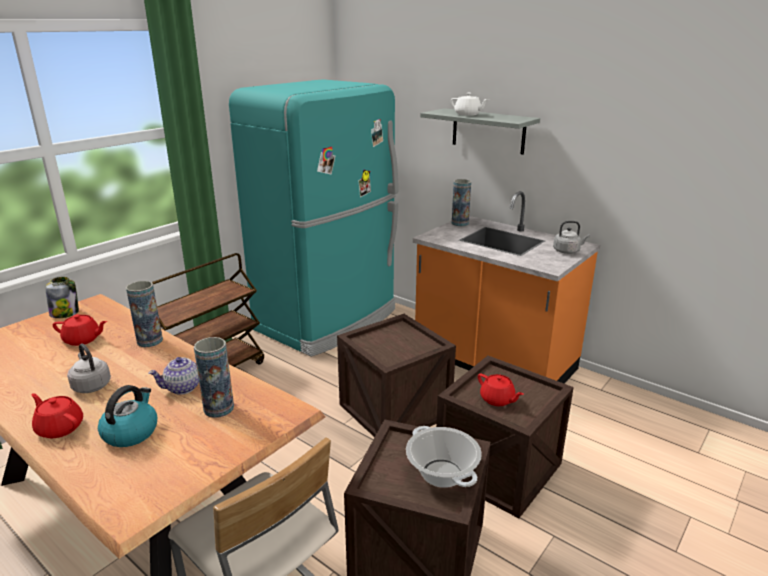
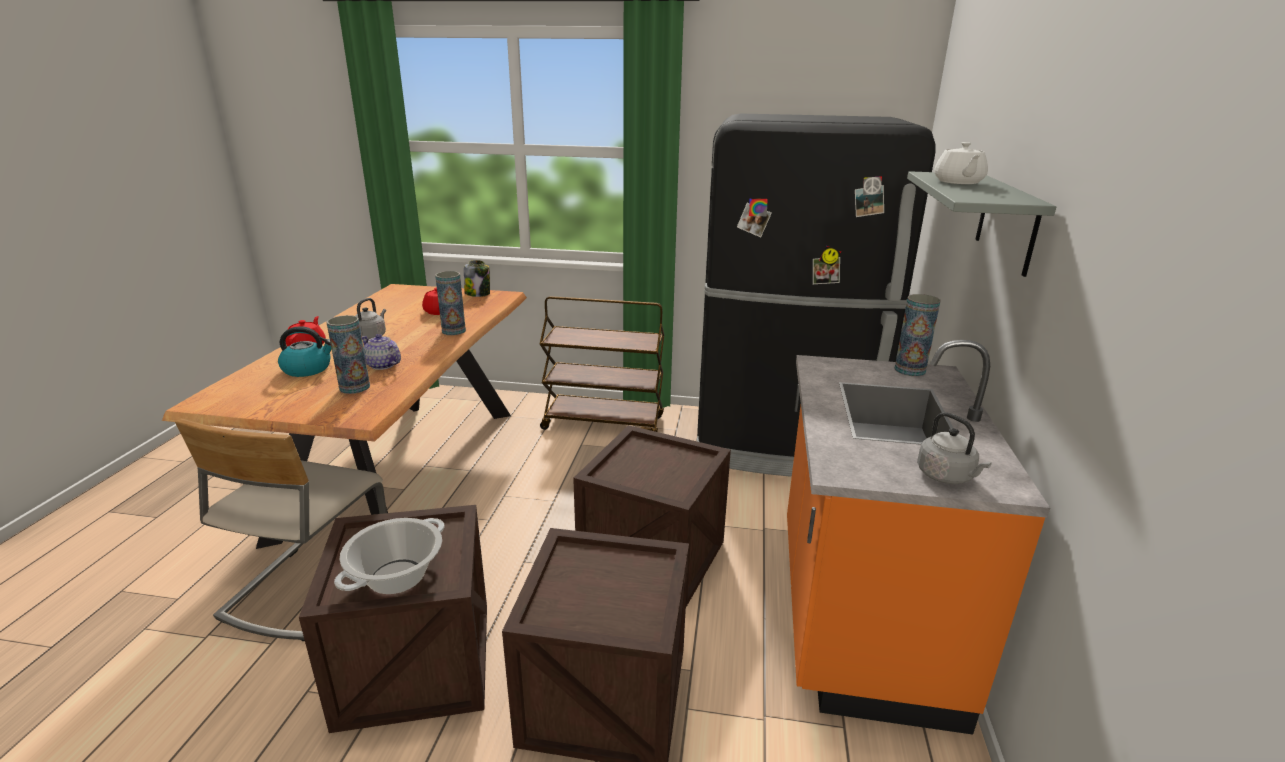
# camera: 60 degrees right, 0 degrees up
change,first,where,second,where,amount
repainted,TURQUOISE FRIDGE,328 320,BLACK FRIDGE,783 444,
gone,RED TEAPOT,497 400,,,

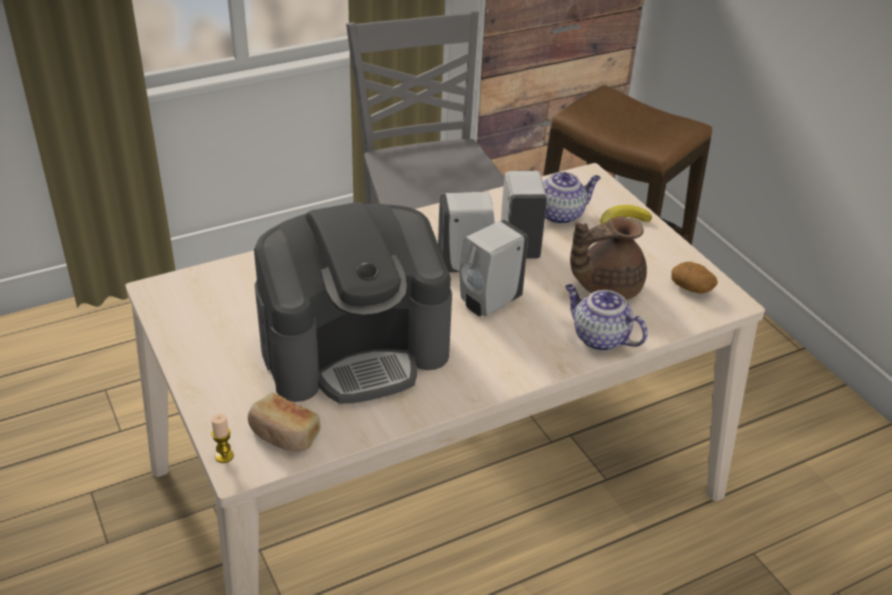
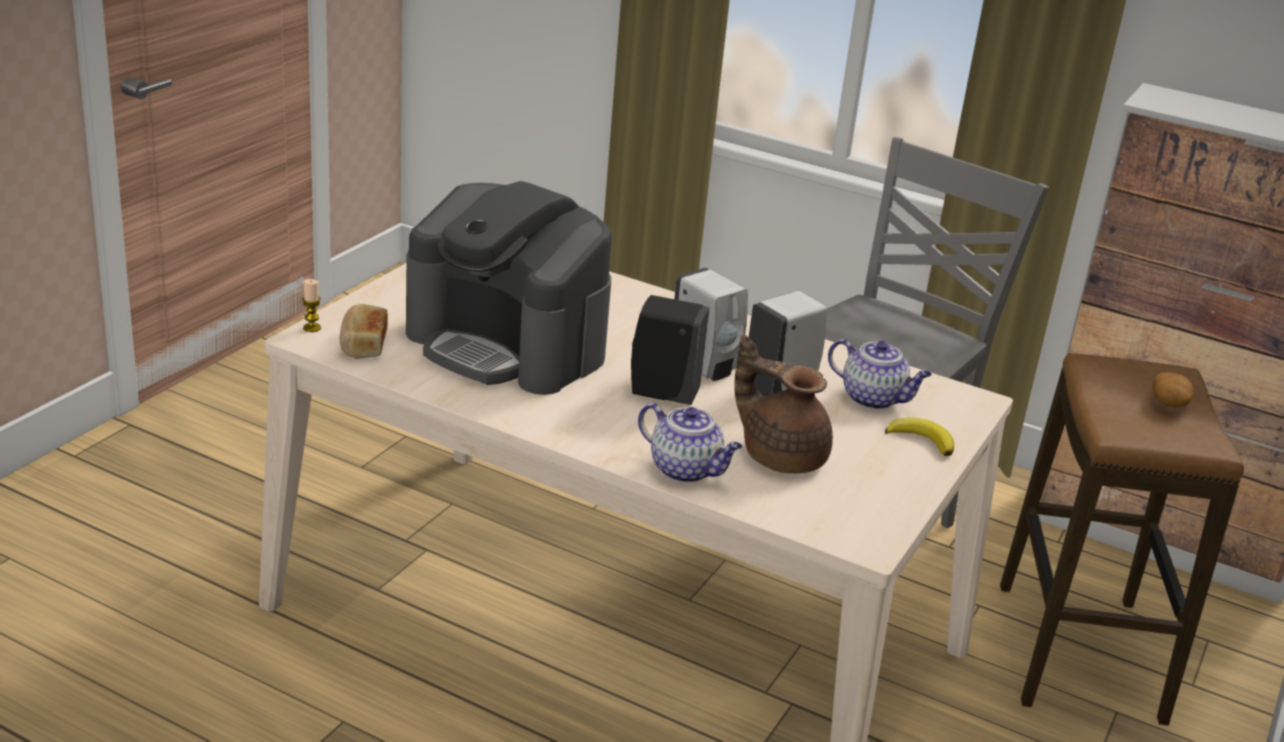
# camera: 55 degrees right, 10 degrees down
change,first,where,second,where,amount
repainted,WHITE SOAP DISPENSER,488 303,BLACK SOAP DISPENSER,661 394,
rotated,TEAPOT,599 337,,686 470,120 degrees clockwise
shifted,POTATO,692 287,,1169 403,

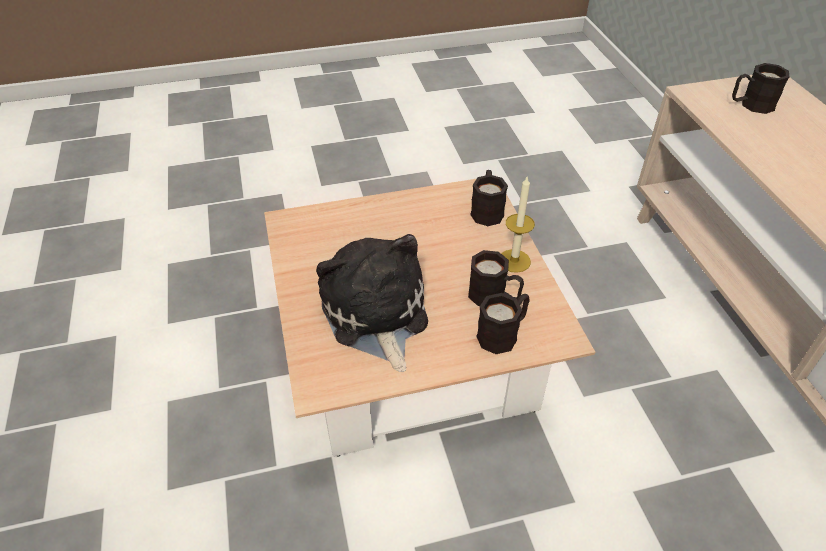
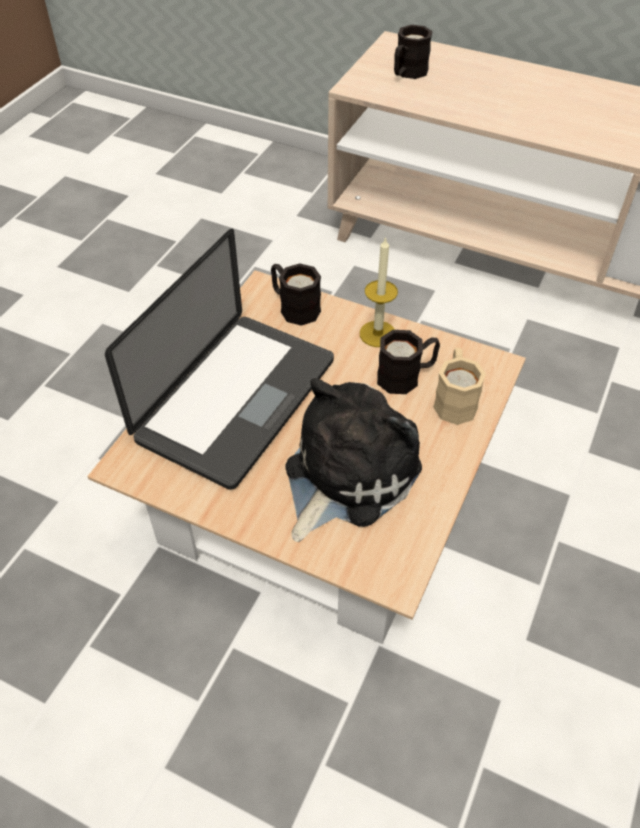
# camera: 50 degrees left, 5 degrees up
change,first,where,second,where,amount
rotated,PLUSH TOY,375 316,,345 474,105 degrees clockwise
repainted,BLACK MUG,503 333,BEIGE MUG,454 399,
new,,,LAPTOP,237 400,

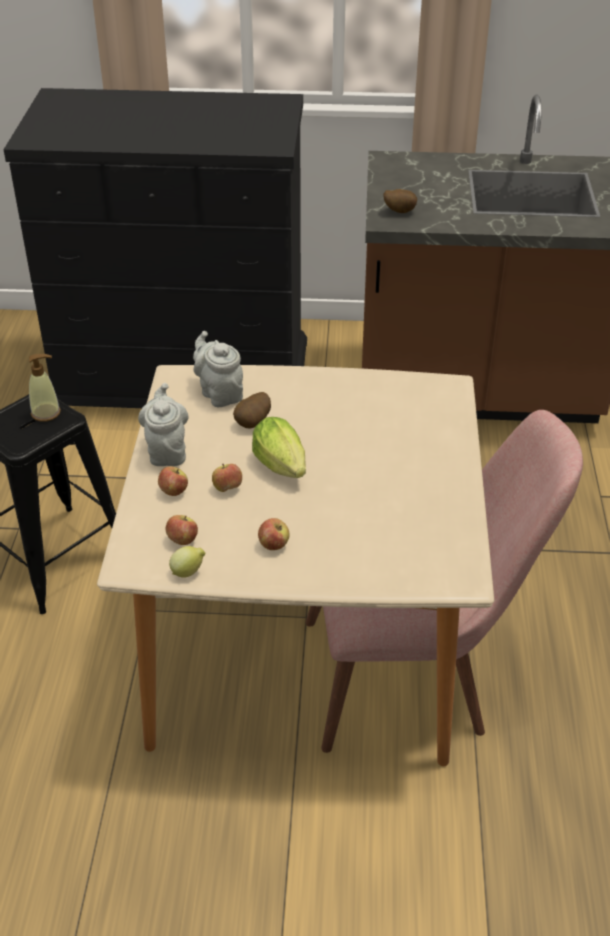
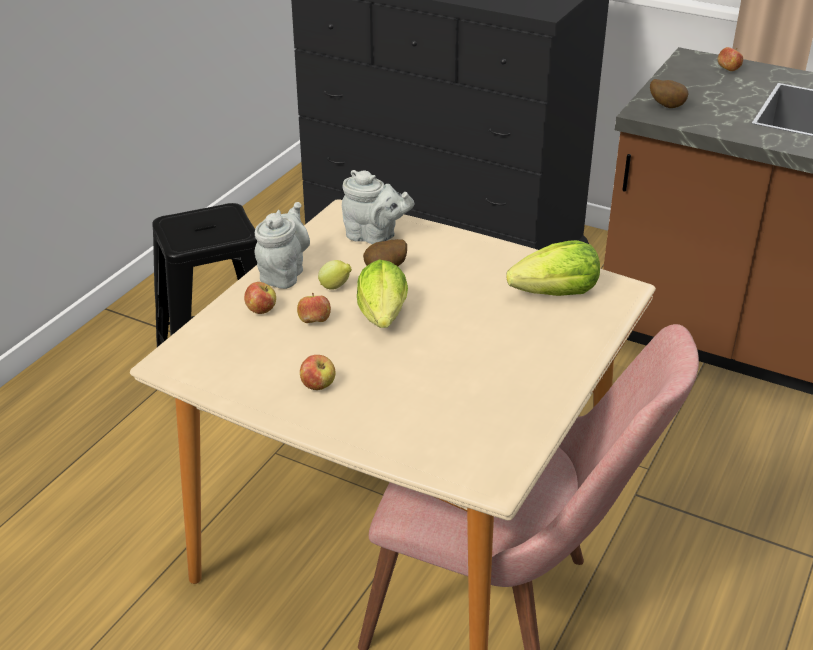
# camera: 25 degrees right, 5 degrees down
change,first,where,second,where,amount
gone,SOAP DISPENSER,46 413,,,
shifted,APPLE,182 540,,728 70,
shifted,LEMON,188 572,,336 287,
rotated,GREY TEAPOT,220 393,,374 237,120 degrees clockwise
new,,,LETTUCE,556 294,

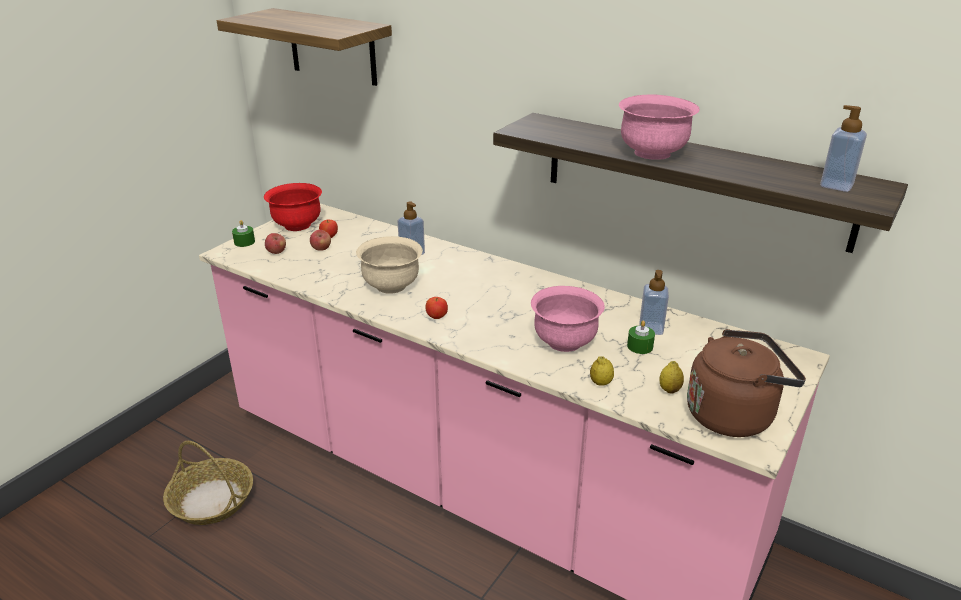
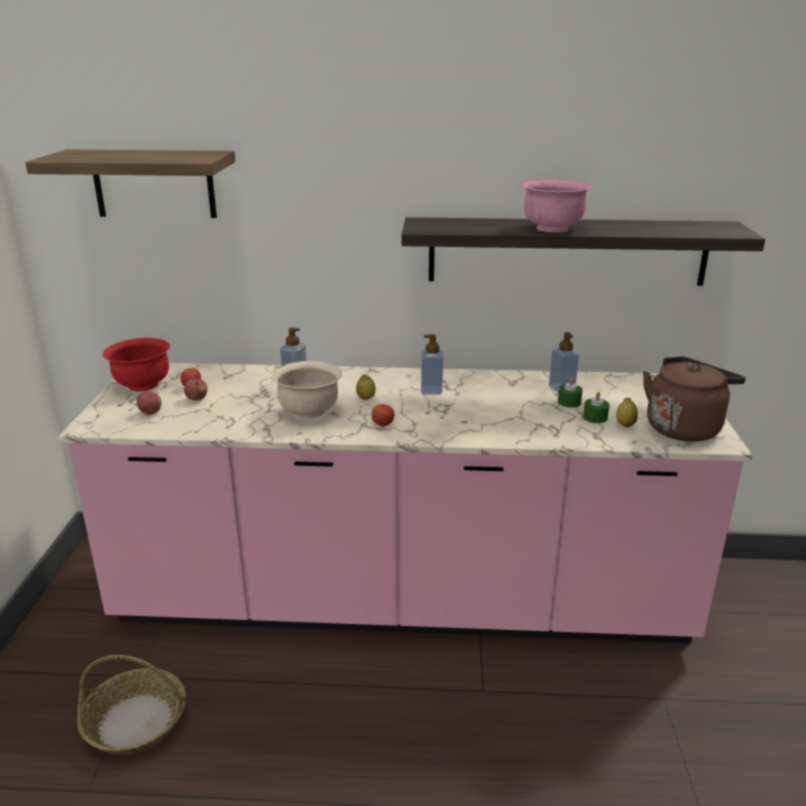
# camera: 30 degrees left, 5 degrees down
change,first,where,second,where,amount
shifted,GREEN CANDLE,244 242,,595 417,
gone,PINK BOWL,565 342,,,
shifted,LEMON,601 383,,366 398,
shifted,SOAP DISPENSER,836 185,,431 390,

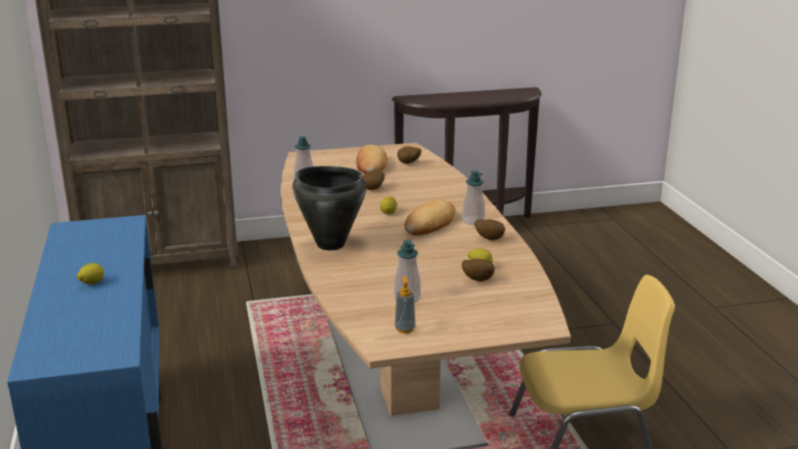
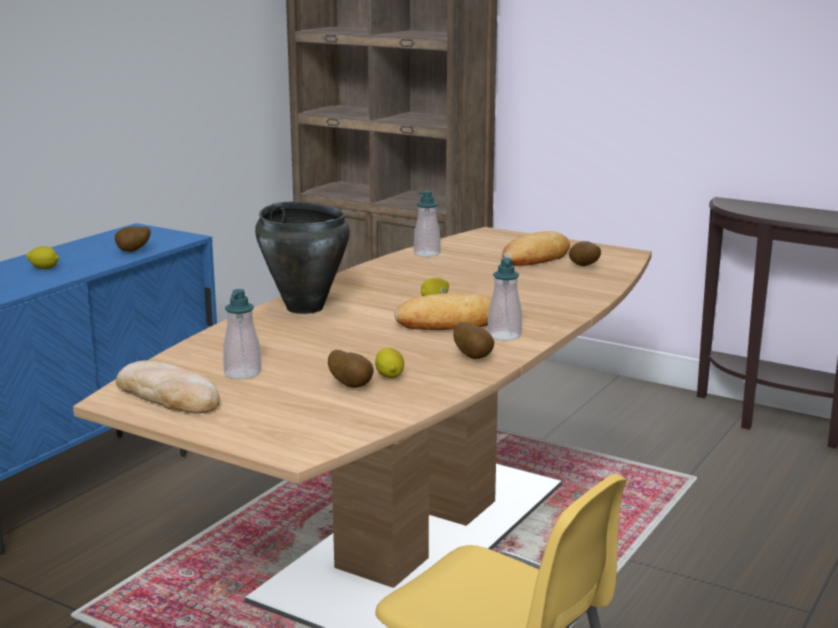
# camera: 45 degrees right, 5 degrees down
change,first,where,second,where,amount
shifted,POTATO,374 189,,133 252,
swapped,SOAP DISPENSER,405 329,BREAD,169 395,

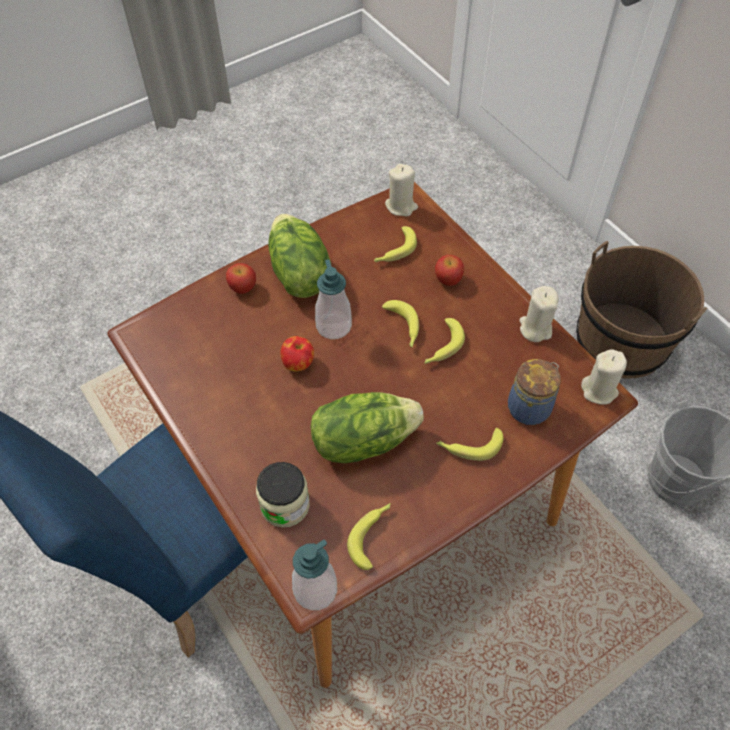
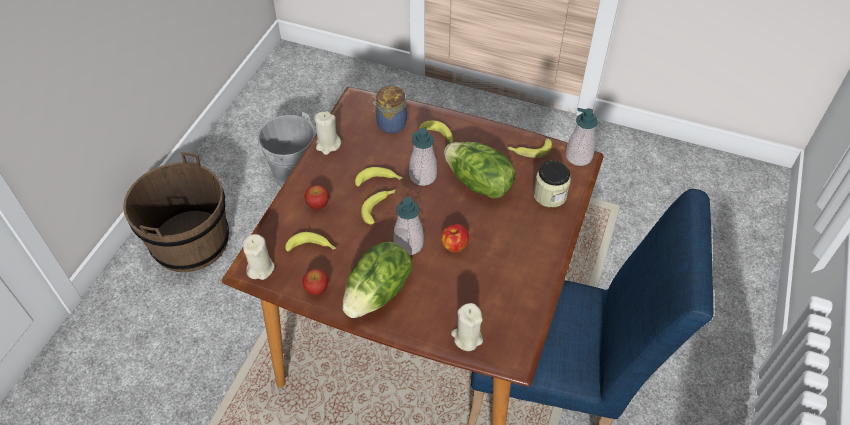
# camera: 125 degrees left, 5 degrees down
change,first,where,second,where,amount
shifted,APPLE,243 288,,317 289,
shifted,BEIGE CANDLE,599 390,,467 337,
new,,,SOAP DISPENSER,423 176,

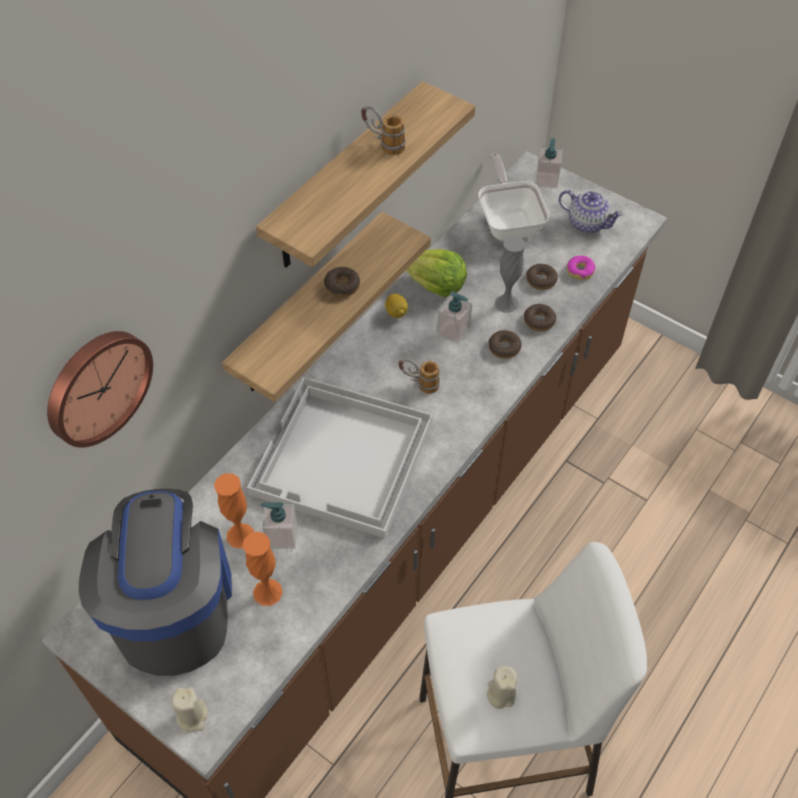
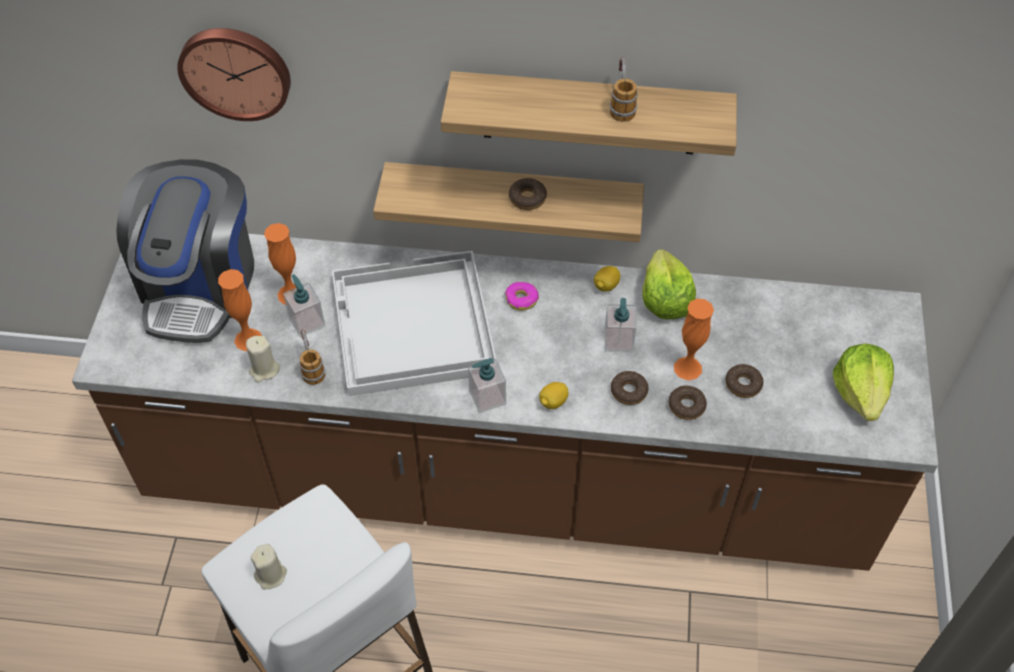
# camera: 60 degrees right, 0 degrees up
change,first,where,second,where,amount
rotated,COFFEE MACHINE,173 608,,200 286,135 degrees clockwise
shifted,BEIGE CANDLE,192 716,,264 370,
shifted,MUG,419 383,,311 367,
gone,FRYING PAN,509 221,,,
repainted,GREY VASE,506 303,ORANGE VASE,687 368,
shifted,SOAP DISPENSER,546 180,,487 397,
swapped,TEAPOT,587 223,LETTUCE,860 392,
shifted,DONUT,580 271,,521 299,
new,,,LEMON,553 402,

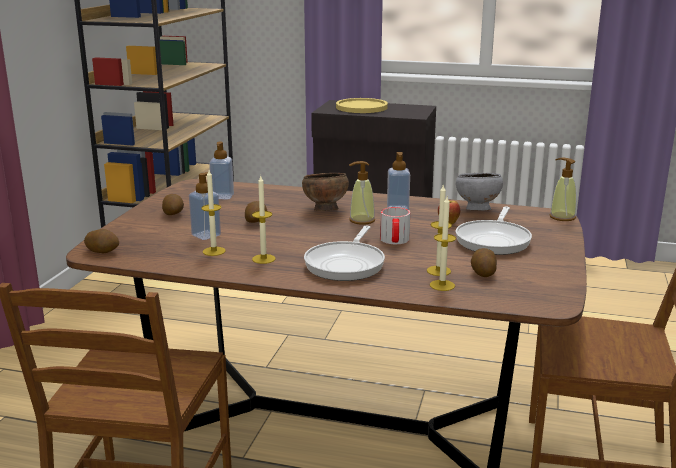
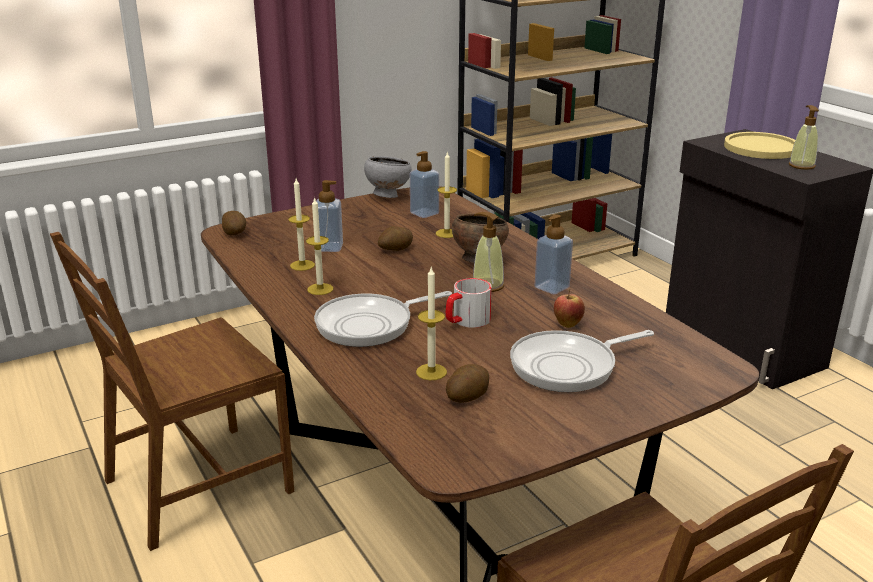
# camera: 45 degrees right, 5 degrees up
change,first,where,second,where,amount
gone,POTATO,173 214,,,
shifted,CANDLE,442 285,,446 233,
shifted,GREY BOWL,476 210,,387 196,
shifted,SOAP DISPENSER,562 217,,801 166,

